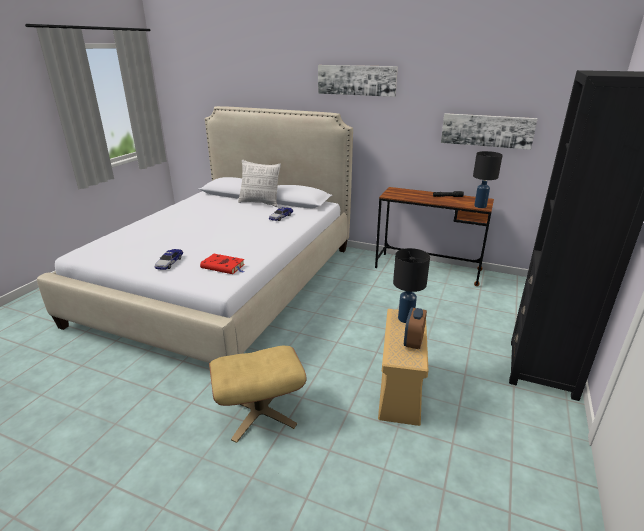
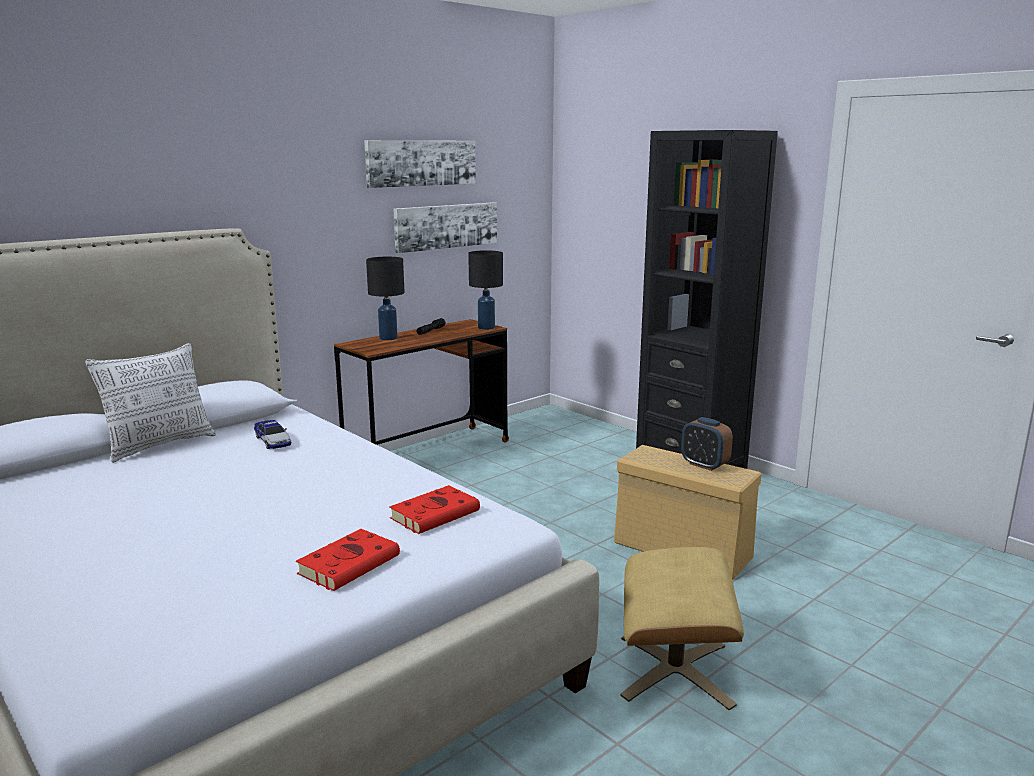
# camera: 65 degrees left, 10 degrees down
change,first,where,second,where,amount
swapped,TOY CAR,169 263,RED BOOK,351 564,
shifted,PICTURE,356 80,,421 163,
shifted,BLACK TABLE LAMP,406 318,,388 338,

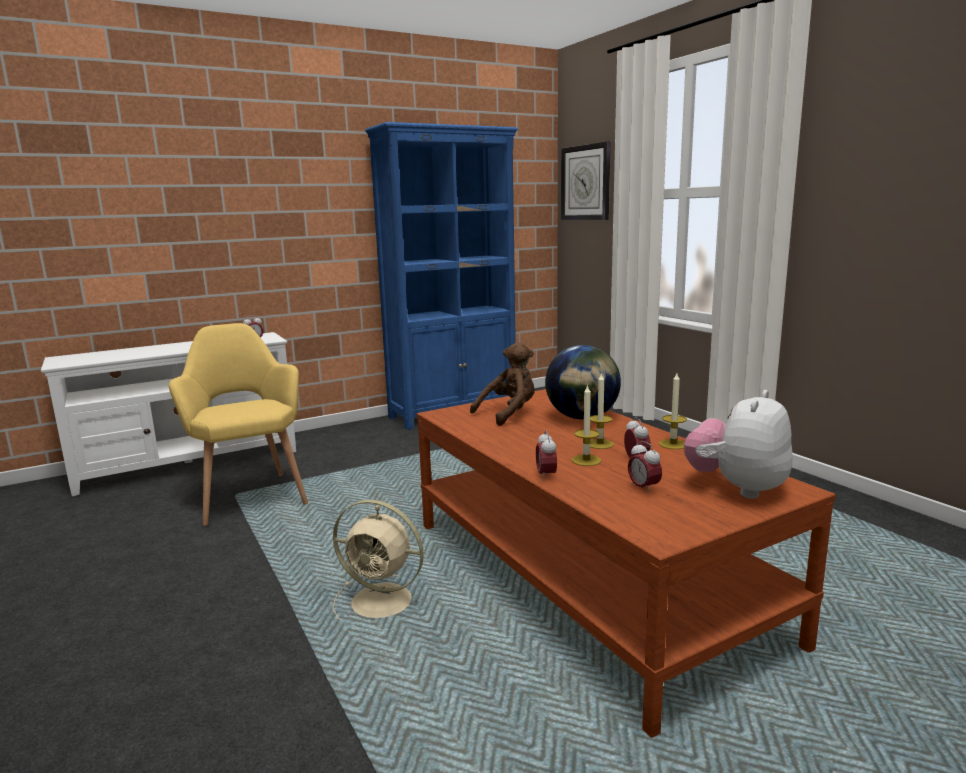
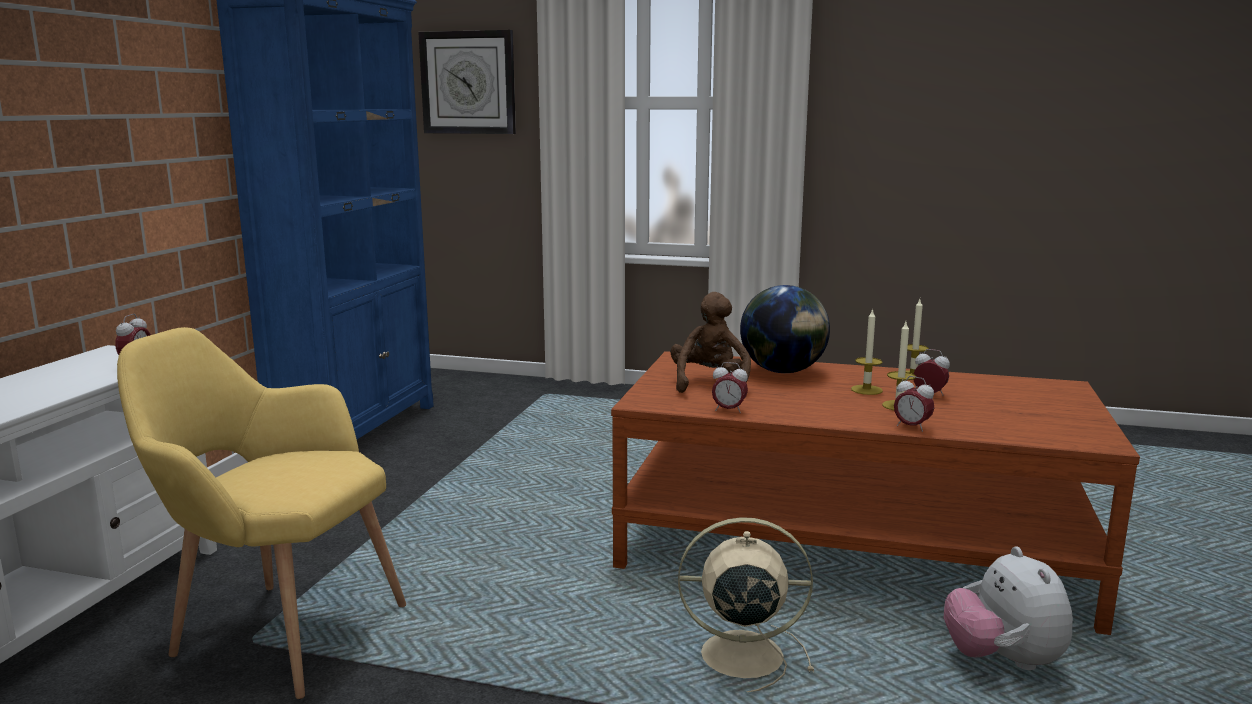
# camera: 45 degrees left, 0 degrees up
change,first,where,second,where,amount
rotated,BEIGE FAN,384 602,,737 656,150 degrees counterclockwise
shifted,ALARM CLOCK,643 488,,729 410,
shifted,PLUSH TOY,737 488,,1003 661,

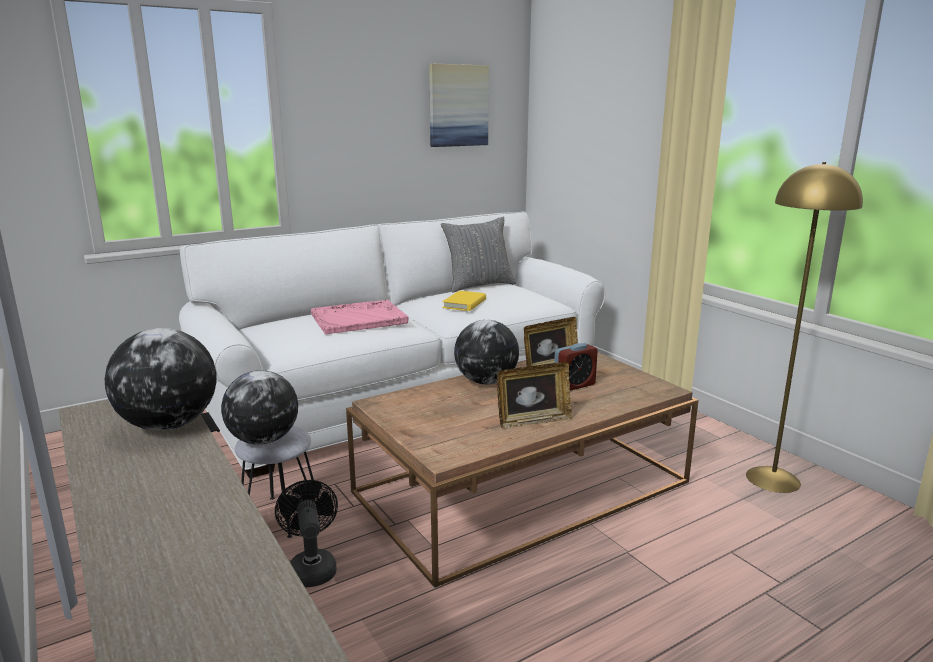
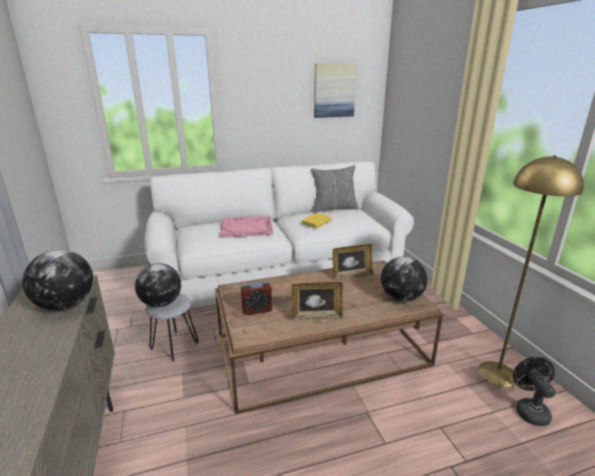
# camera: 15 degrees right, 5 degrees up
change,first,where,second,where,amount
shifted,BLACK FAN,311 567,,529 410,
shifted,GLOBE,486 382,,401 298,
shifted,ALARM CLOCK,574 385,,257 310,

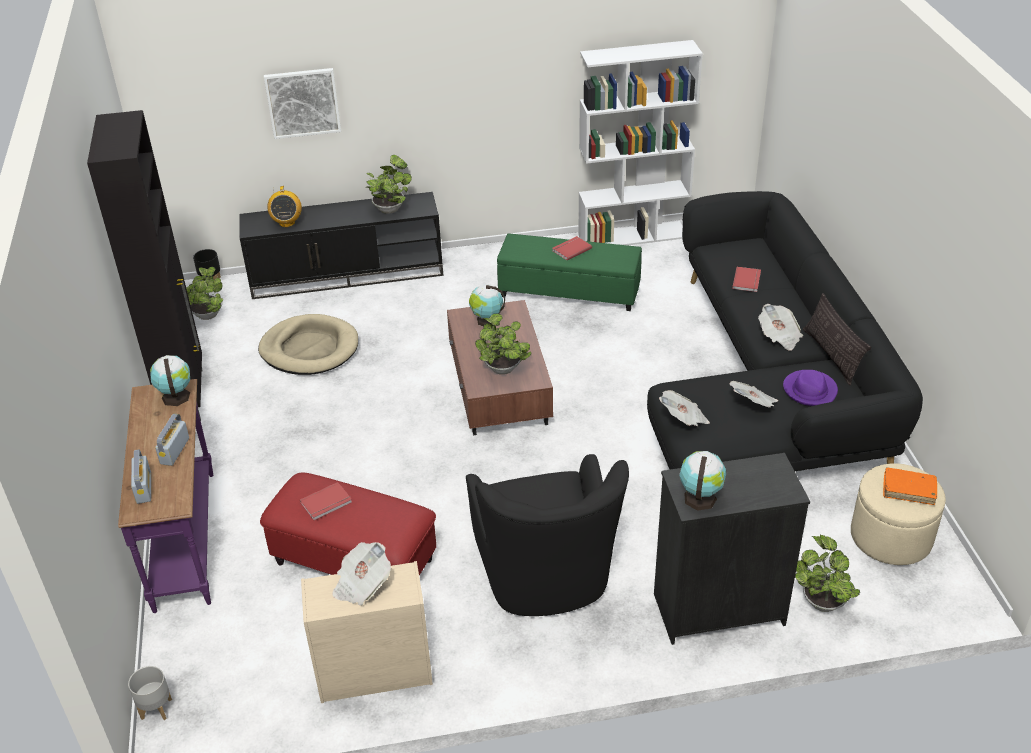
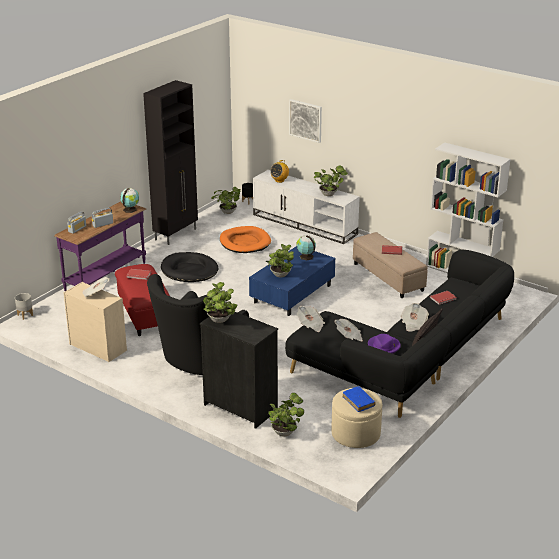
# camera: 45 degrees right, 10 degrees down
change,first,where,second,where,amount
repainted,BLACK TV STAND,348 274,WHITE TV STAND,305 224,
repainted,BEIGE DOG BED,309 349,ORANGE DOG BED,245 242,
repainted,BROWN COFFEE TABLE,499 389,BLUE COFFEE TABLE,292 294,
repainted,GREEN OTTOMAN,569 290,BEIGE OTTOMAN,388 277,
swapped,GLOBE,700 497,POTTED PLANT,220 321,
repainted,ORANGE BOOK,908 490,BLUE BOOK,358 402,
new,,,BLACK DOG BED,189 270,

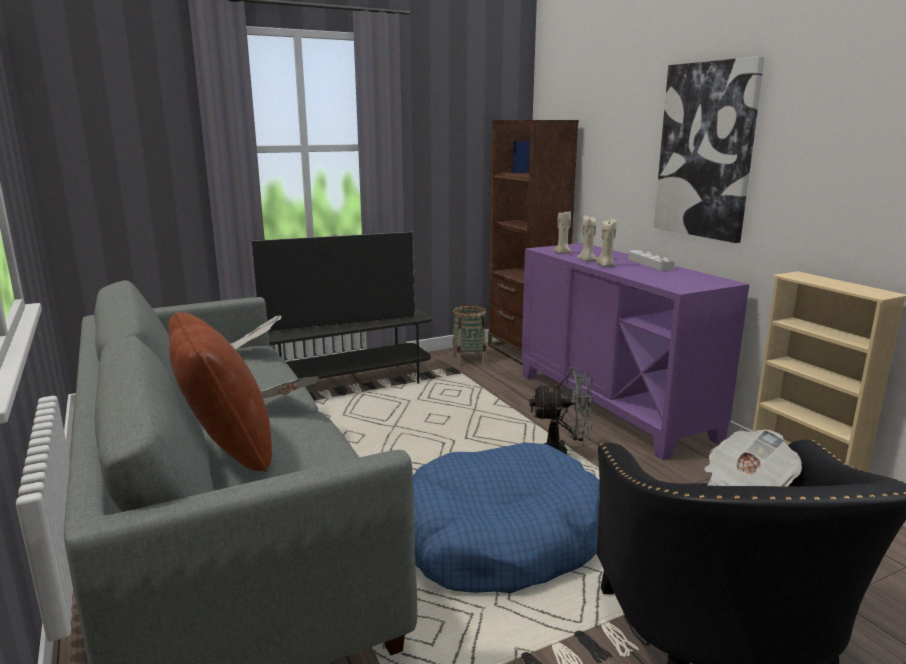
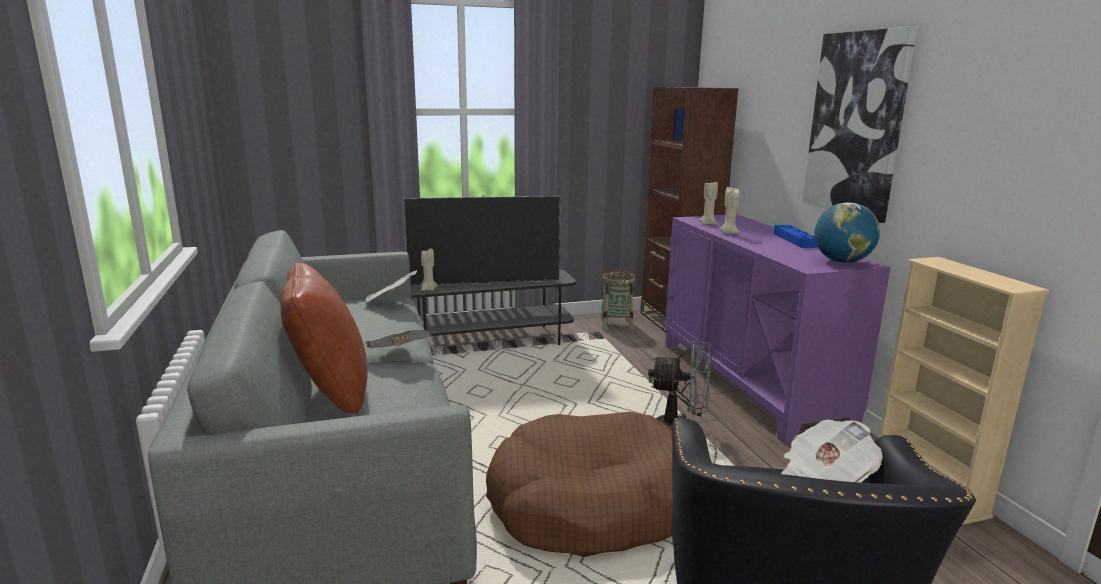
# camera: 10 degrees right, 0 degrees up
change,first,where,second,where,amount
repainted,BLUE DOG BED,499 539,BROWN DOG BED,590 504,
shifted,BEIGE CANDLE,605 265,,428 289,
repainted,GREY TRAY,650 264,BLUE TRAY,794 240,
new,,,GLOBE,842 262,

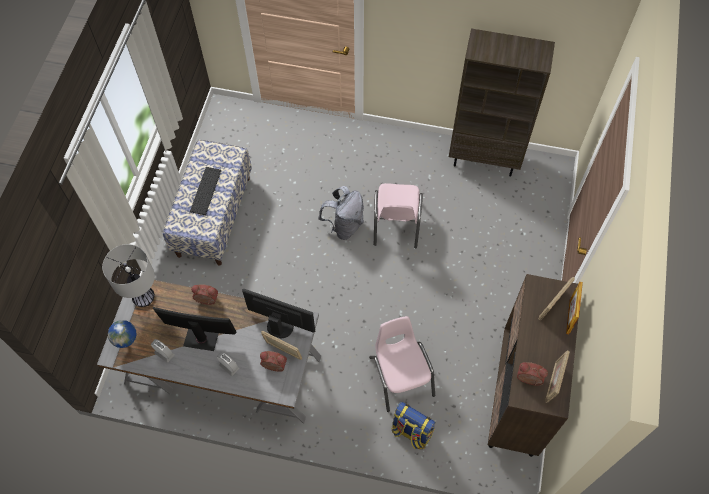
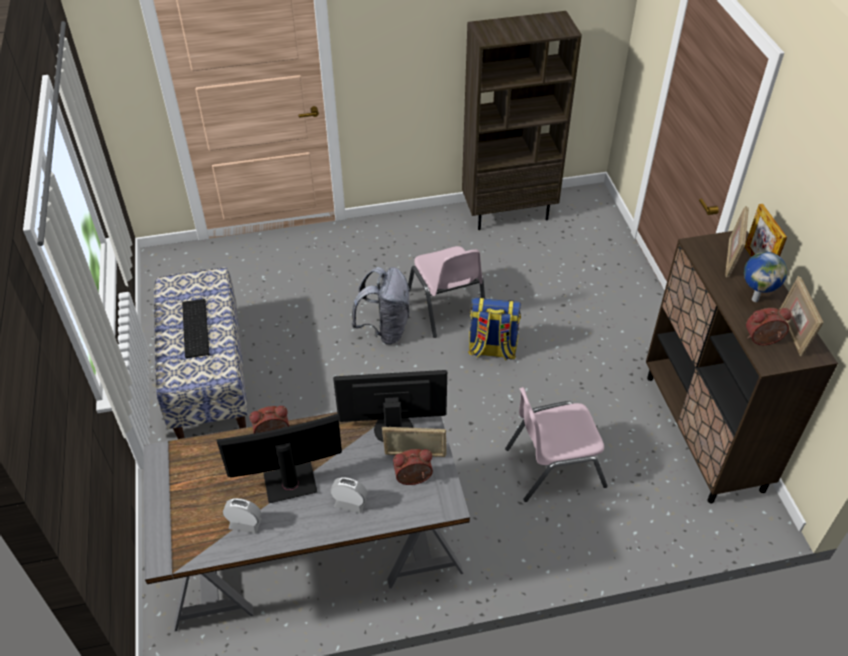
# camera: 25 degrees left, 15 degrees down
change,first,where,second,where,amount
gone,TABLE LAMP,143 298,,,
shifted,GLOBE,129 343,,755 299,
rotated,PINK CHAIR,401 376,,554 466,60 degrees counterclockwise
shifted,BACKPACK,411 432,,492 350,

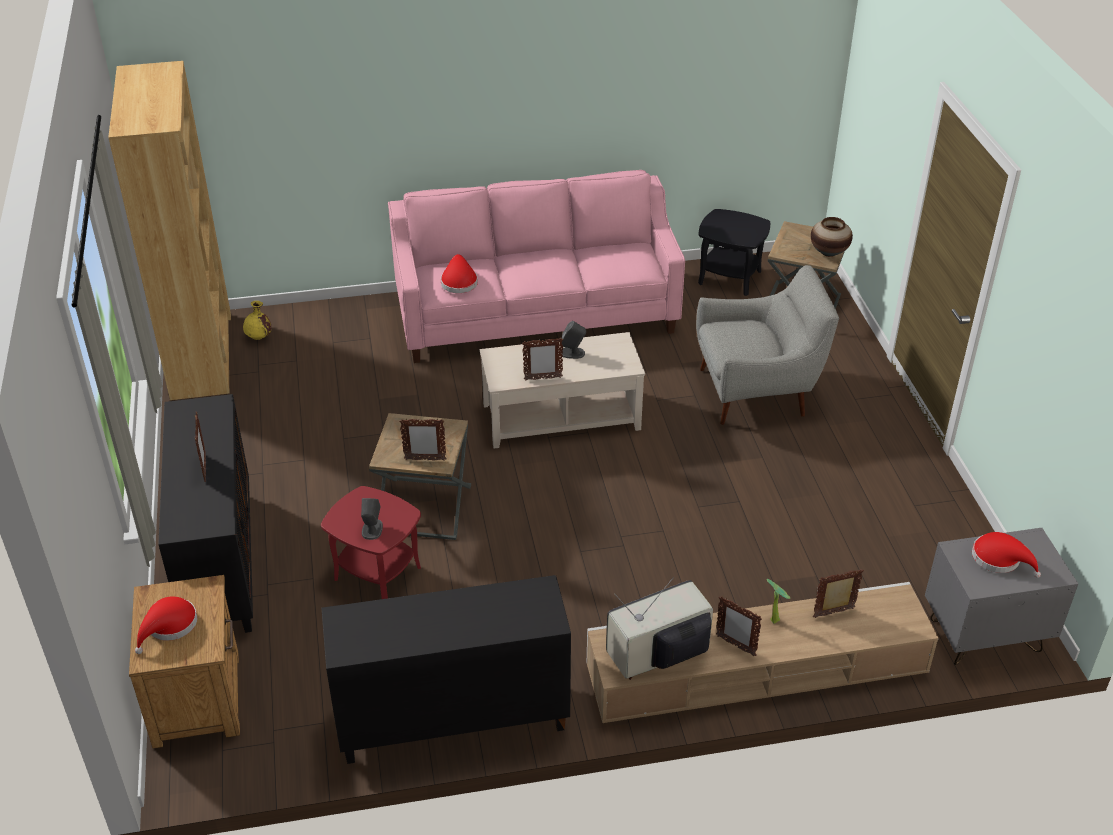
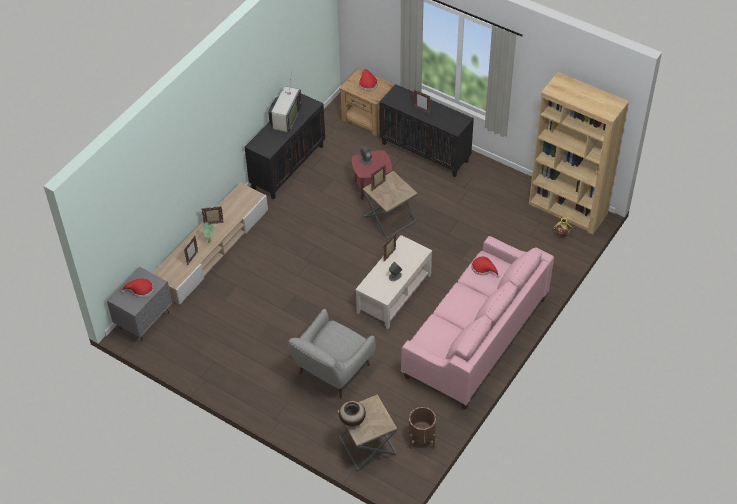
# camera: 135 degrees right, 10 degrees up
change,first,where,second,where,amount
shifted,TELEVISION,661 655,,285 119,
swapped,BLACK SIDE TABLE,730 278,BROWN PLANTER,421 438,

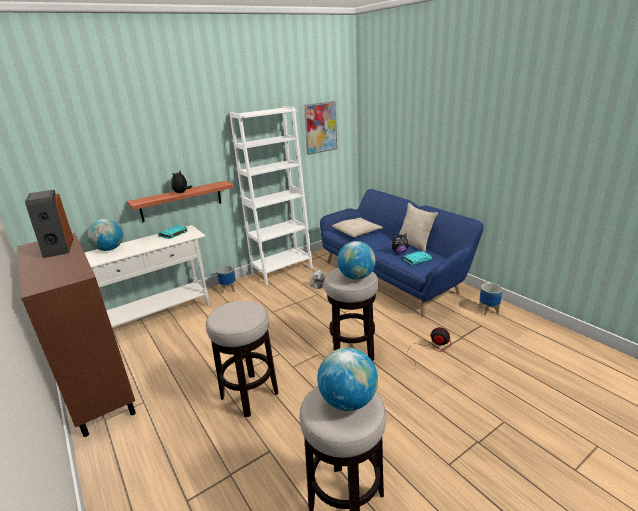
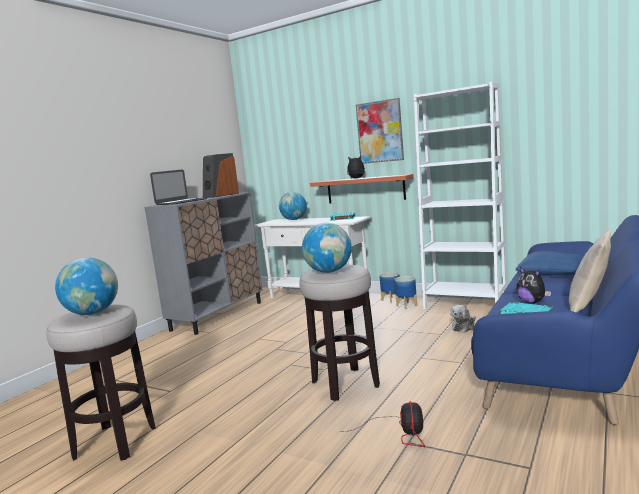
# camera: 65 degrees right, 15 degrees down
change,first,where,second,where,amount
repainted,BROWN CABINET,99 388,GREY CABINET,218 316,
gone,STOOL,249 395,,,
shifted,PICTURE,320 127,,380 131,
repainted,BEIGE PILLOW,357 232,BLUE PILLOW,553 272,
shifted,PLANTER,488 311,,406 305,
new,,,LAPTOP,181 202,

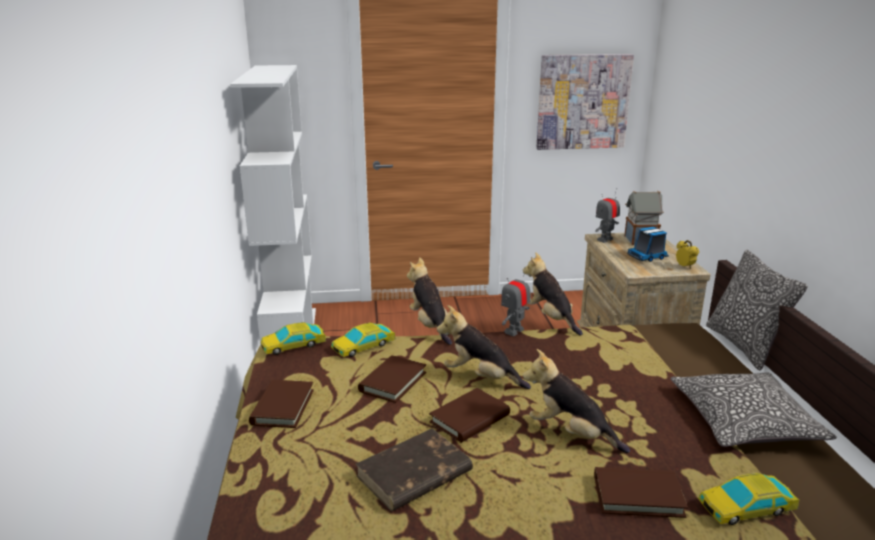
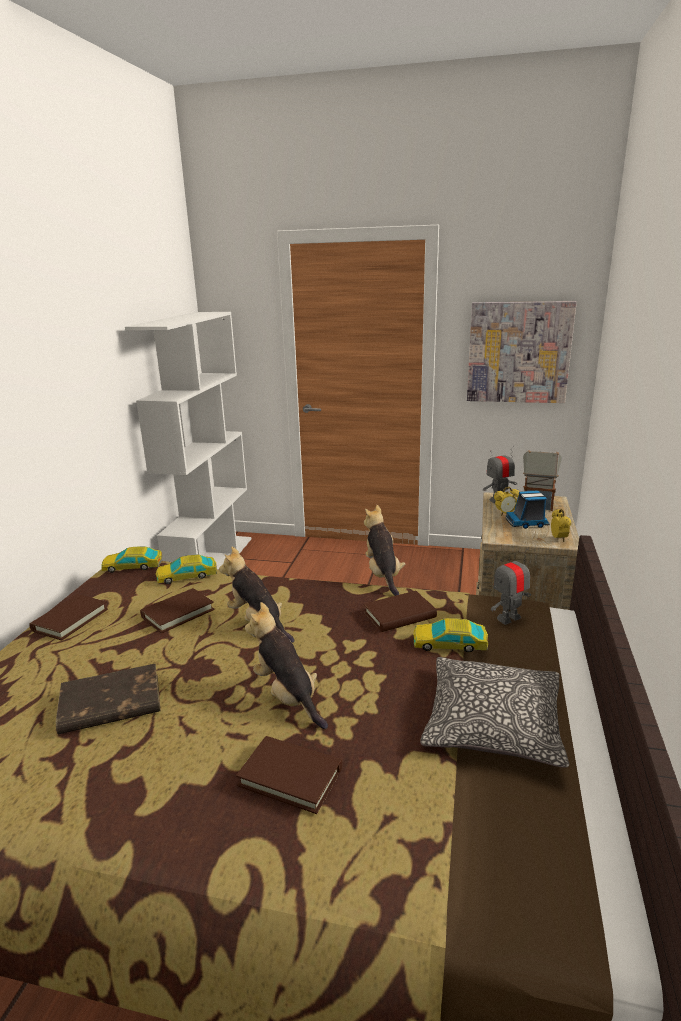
# camera: 20 degrees right, 0 degrees up
change,first,where,second,where,amount
gone,PLUSH TOY,430 326,,,
shifted,BROWN BOOK,469 419,,399 615,
shifted,TOY ROBOT,514 331,,508 618,
shifted,TOY CAR,746 507,,449 643,
gone,PILLOW,744 346,,,
new,,,ALARM CLOCK,505 514,

